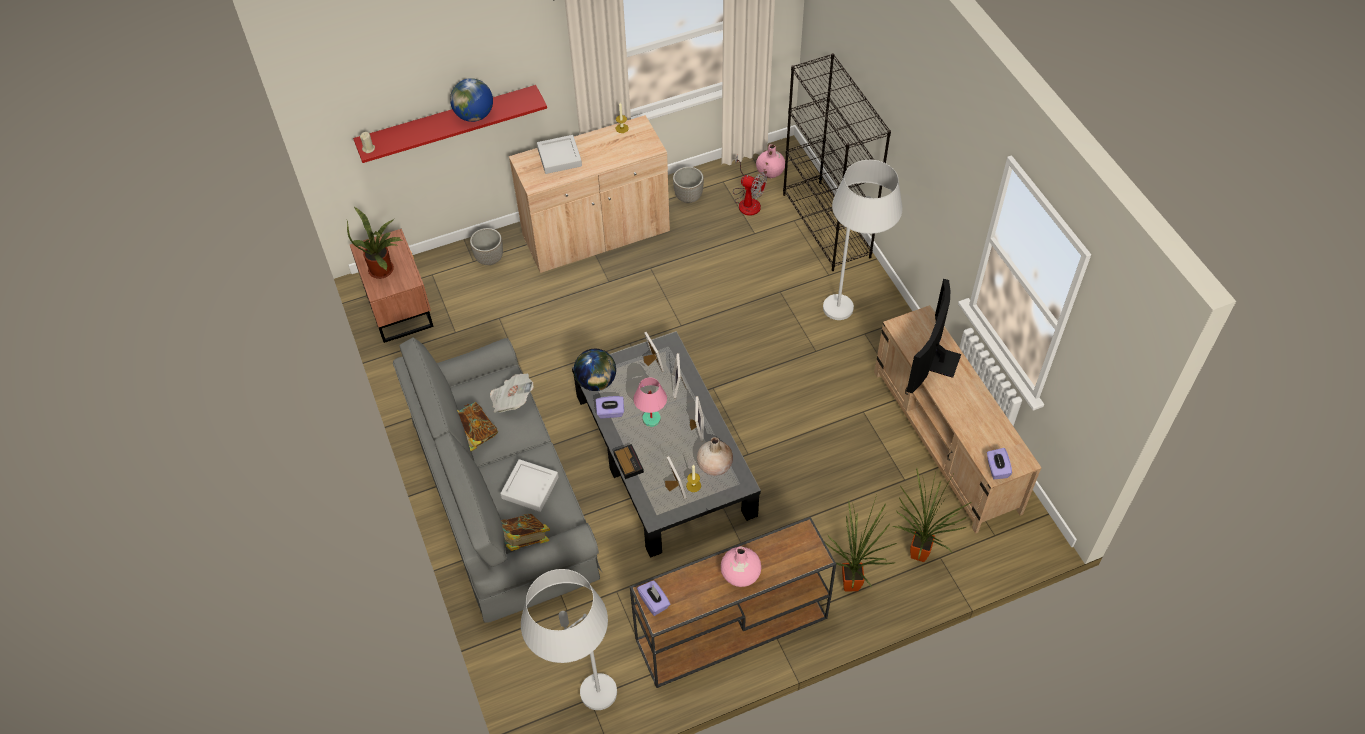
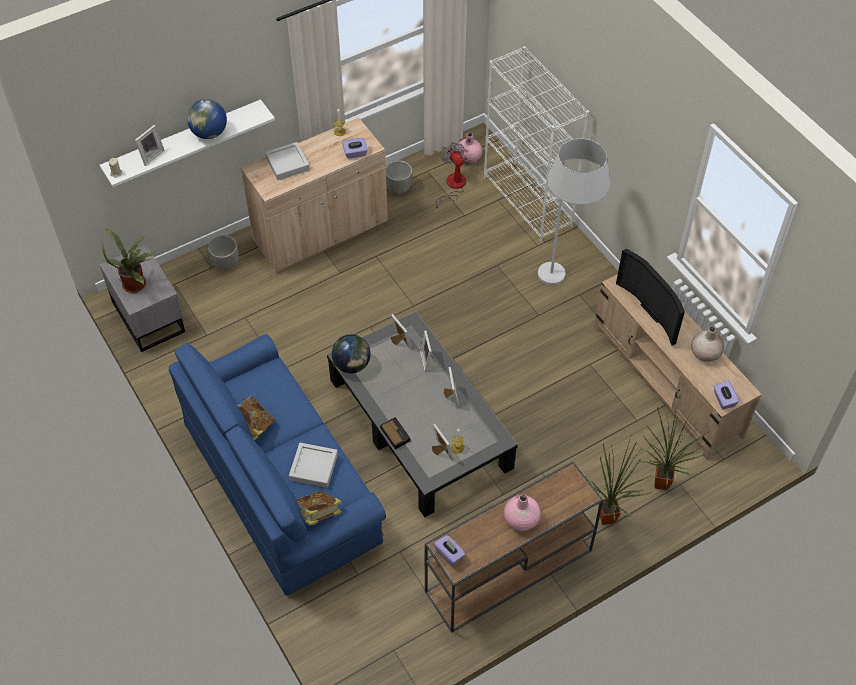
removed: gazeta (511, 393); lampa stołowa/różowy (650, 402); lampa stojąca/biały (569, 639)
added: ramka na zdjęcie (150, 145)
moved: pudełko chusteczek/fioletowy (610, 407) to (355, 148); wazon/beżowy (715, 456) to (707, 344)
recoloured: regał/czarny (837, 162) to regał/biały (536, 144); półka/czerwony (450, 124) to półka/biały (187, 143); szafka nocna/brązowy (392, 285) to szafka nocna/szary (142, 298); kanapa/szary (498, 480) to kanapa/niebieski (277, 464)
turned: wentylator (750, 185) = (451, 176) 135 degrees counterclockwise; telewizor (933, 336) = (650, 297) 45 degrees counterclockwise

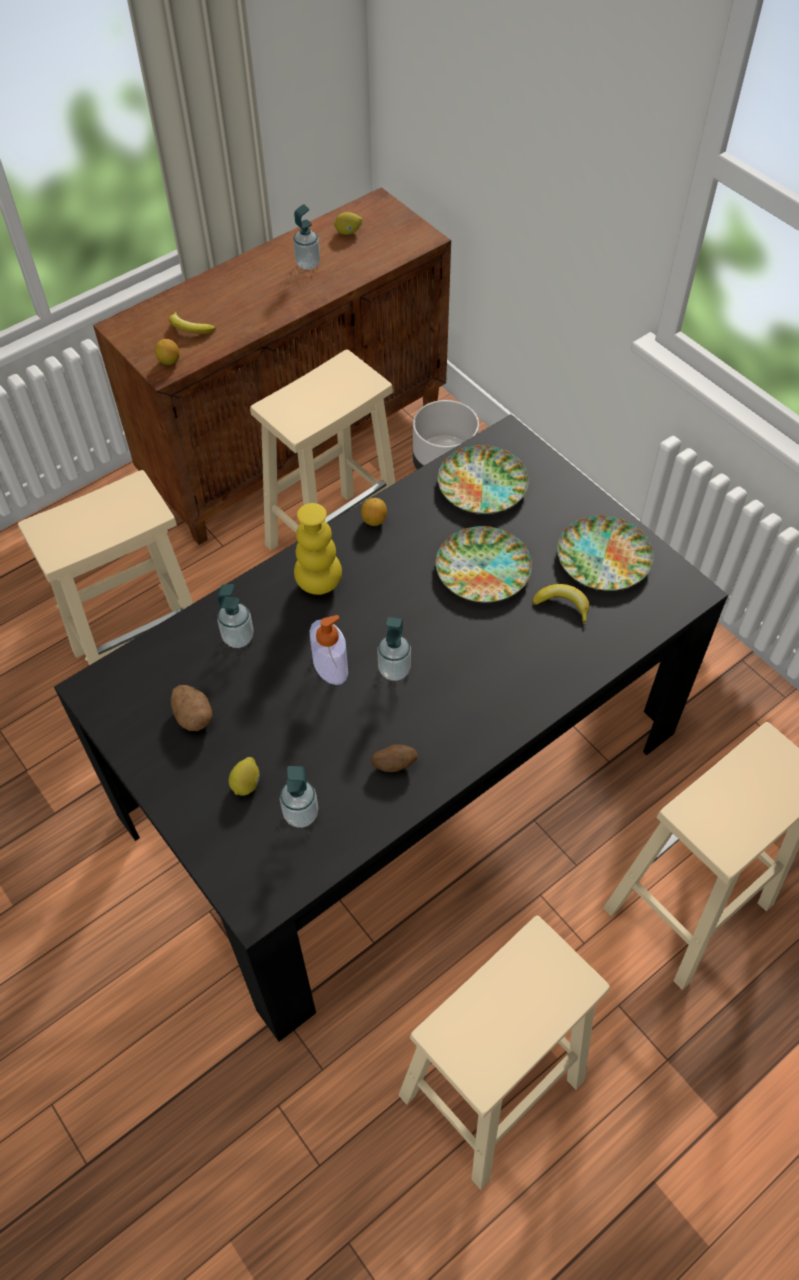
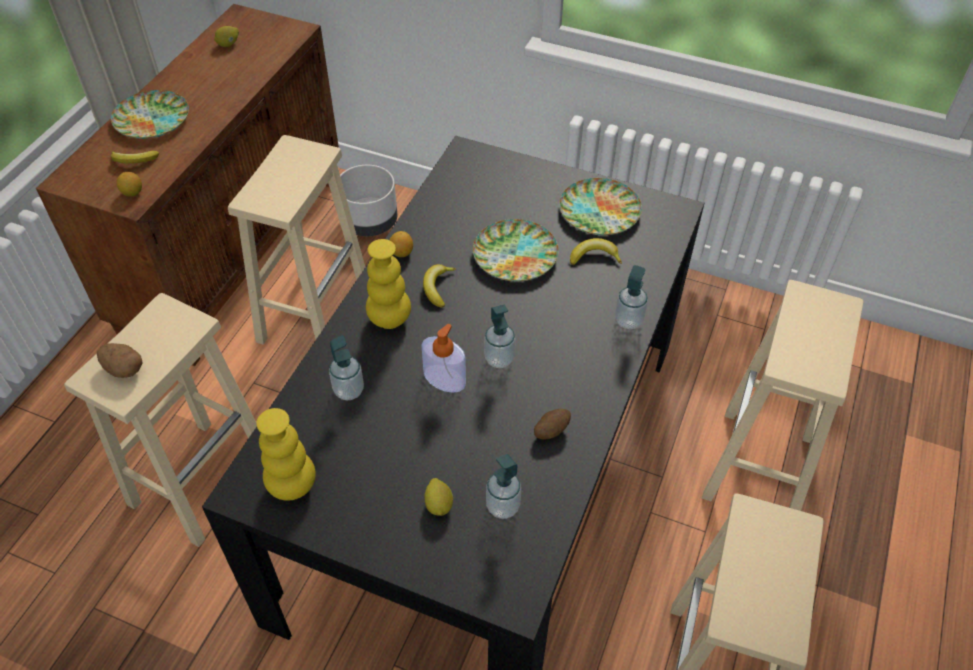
added: banan (439, 286); wazon/żółty (286, 454)
moved: dozownik mydła (306, 237) to (631, 297); talerz (483, 479) to (150, 114); ziemniak (191, 708) to (120, 360)

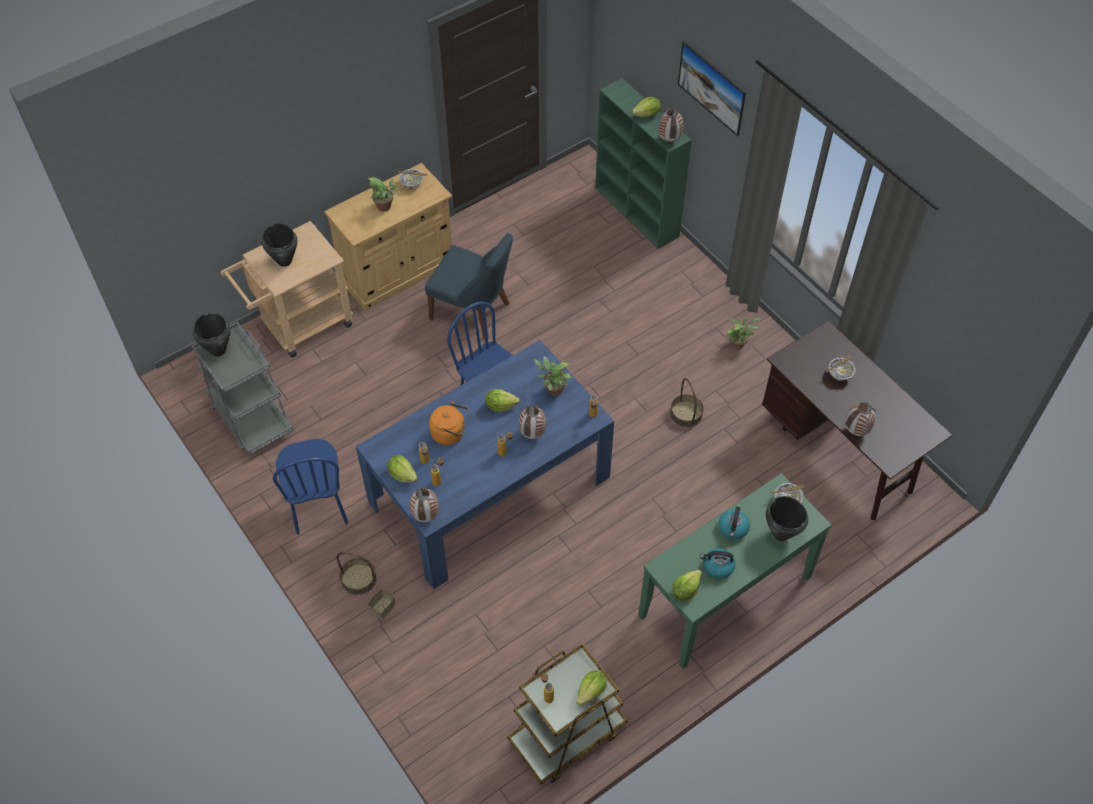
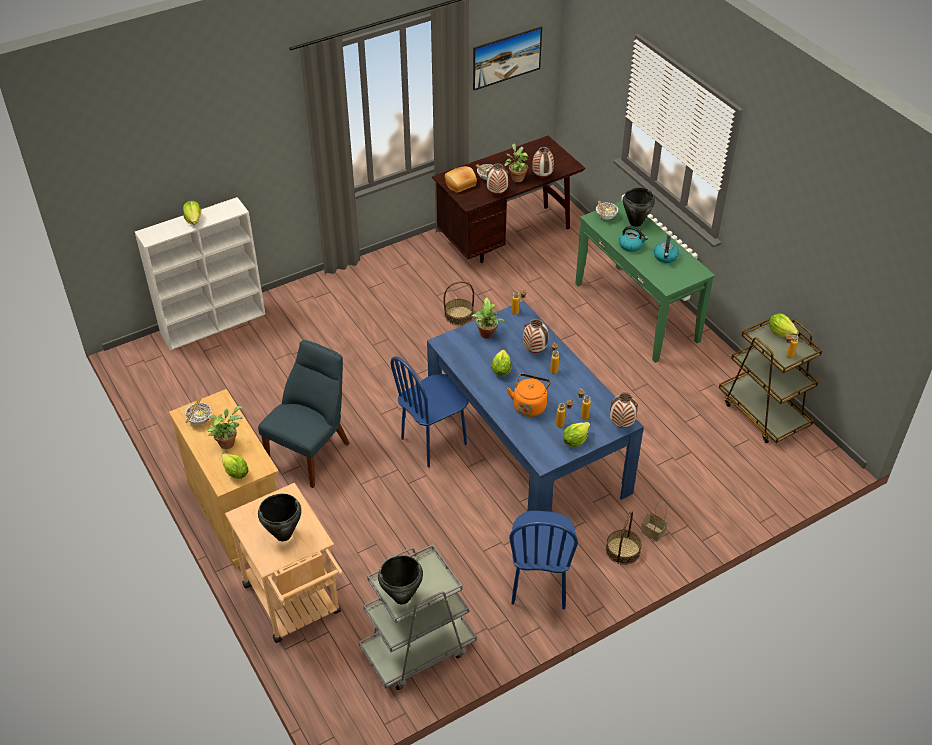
added: chleb (460, 179)
moved: obraz (712, 88) to (507, 58); wazon (670, 125) to (498, 179); roślina doniczkowa (743, 333) to (516, 163); sałata (687, 585) to (235, 466)
recoloured: regał/zielony (643, 163) to regał/biały (200, 273)
turned: krzesło/niebieski (310, 487) = (543, 560) 105 degrees clockwise

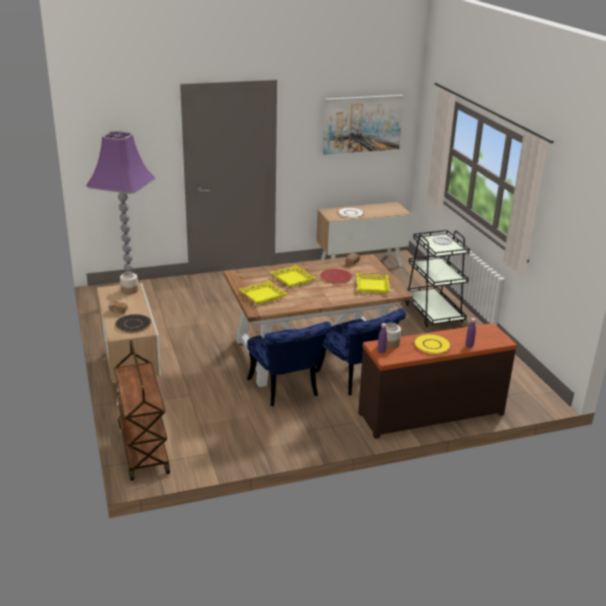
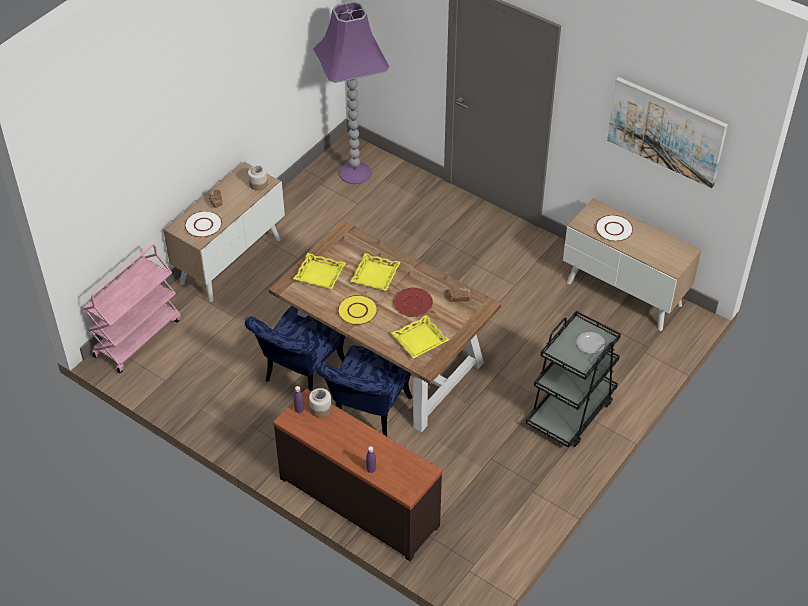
moved: talerz/żółty (432, 344) to (358, 310)
recoloured: talerz/czarny (133, 323) to talerz/biały (203, 224); wózek/brązowy (142, 410) to wózek/różowy (132, 308)

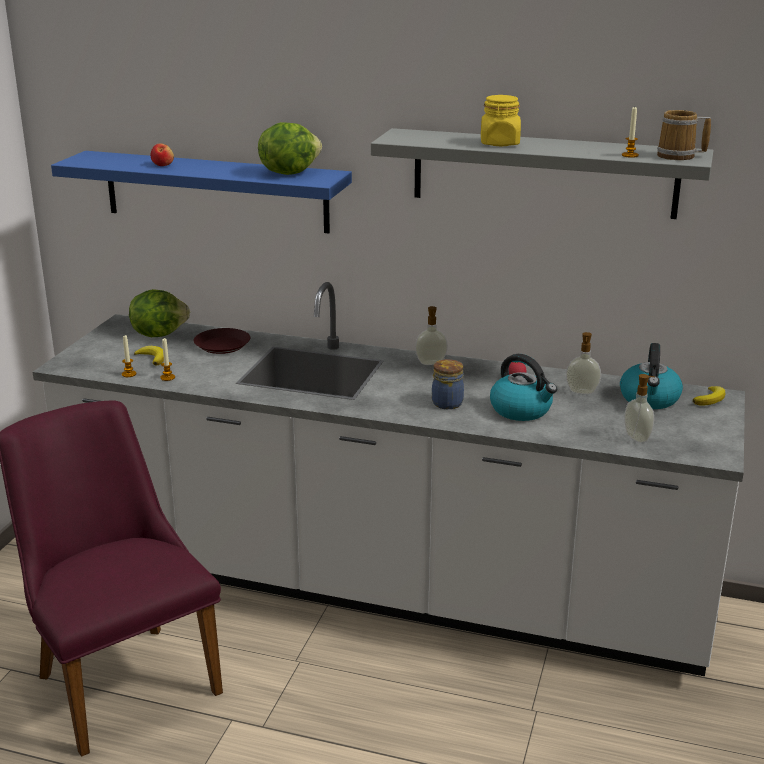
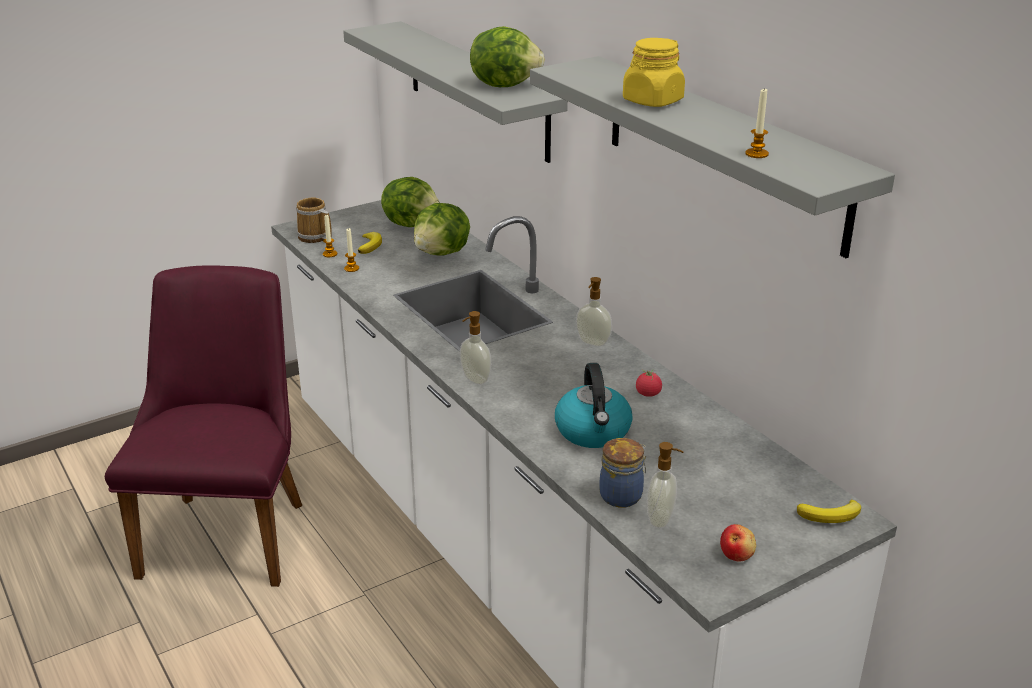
removed: czajnik (651, 376)
moved: kubek (684, 135) to (314, 220); jabłko (162, 154) to (738, 543); dozownik mydła (583, 363) to (475, 348); słoik (448, 384) to (623, 473)
replaced: talerz/brązowy (222, 341) to sałata (442, 229)
recoloured: półka/niebieski (201, 192) to półka/szary (455, 92)

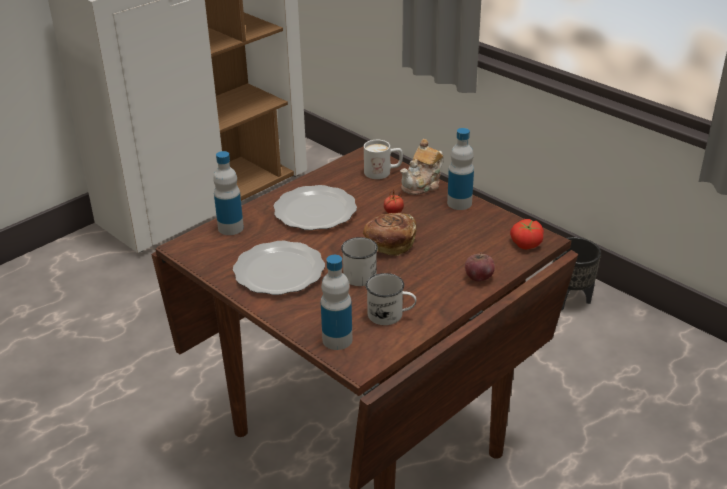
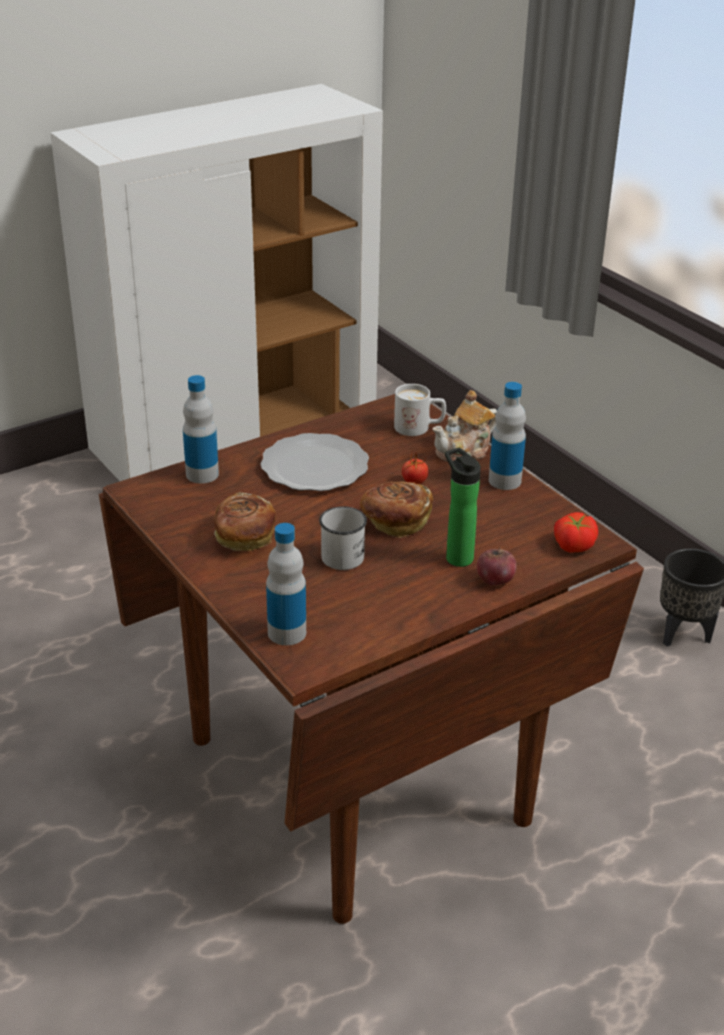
removed: kubek/biały (391, 299)
added: butelka (463, 507)
replaced: talerz (279, 268) to chleb (244, 521)

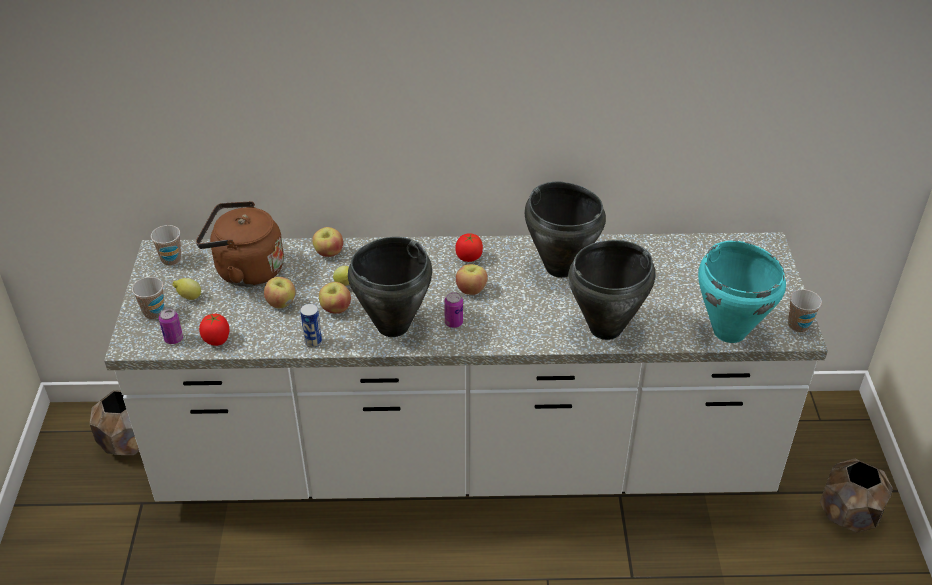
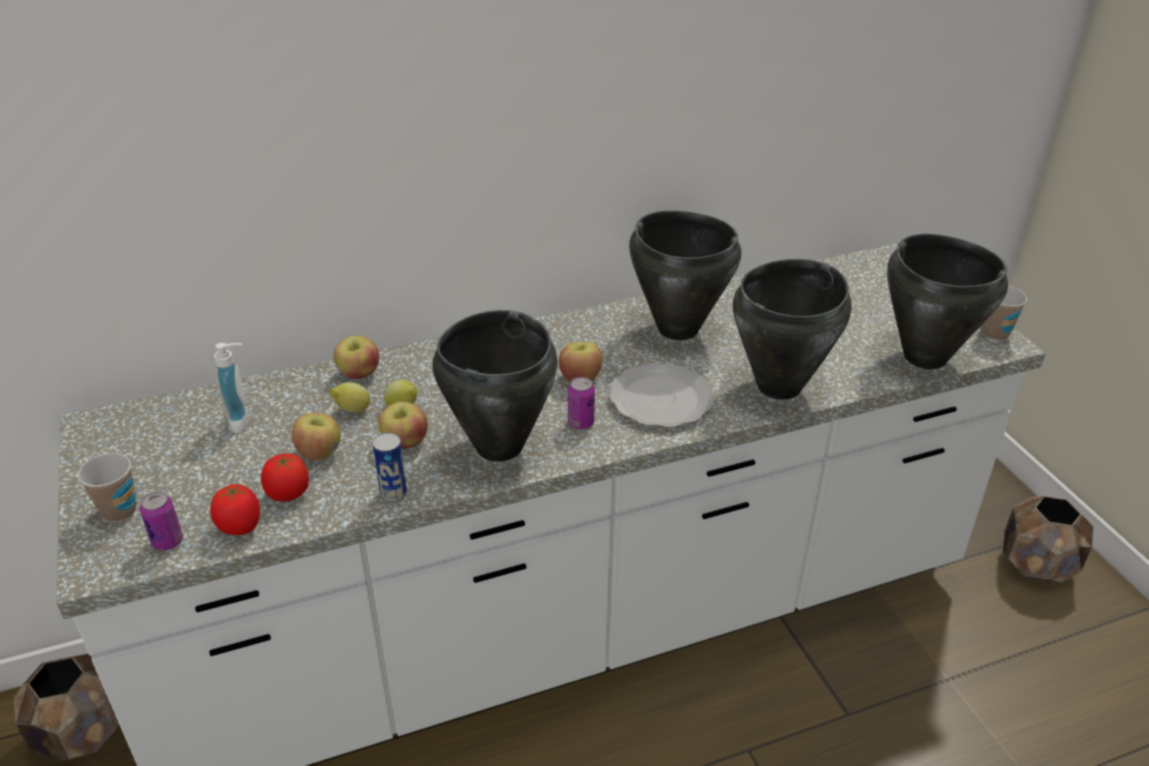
removed: filiżanka (166, 245)
added: talerz (661, 395)
moved: pomidor (469, 247) to (285, 478); cytryna (187, 289) to (350, 397)
replaced: czajnik/brązowy (240, 244) to dozownik mydła (231, 388)
recoloured: garnek/turkusowy (742, 292) to garnek/czarny (947, 301)

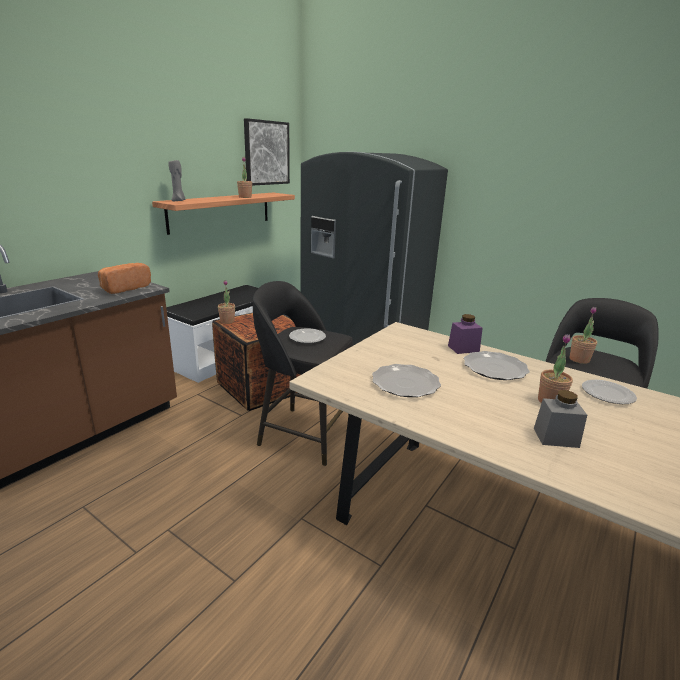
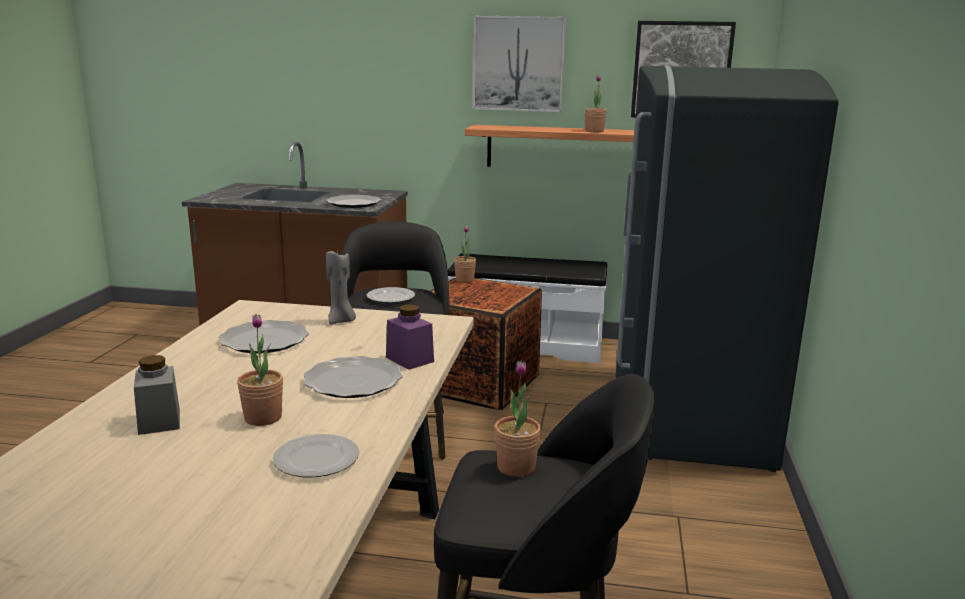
added: obraz (519, 64)
moved: świeca/szary (177, 180) to (341, 287)
replaced: chleb (124, 278) to talerz (353, 201)

